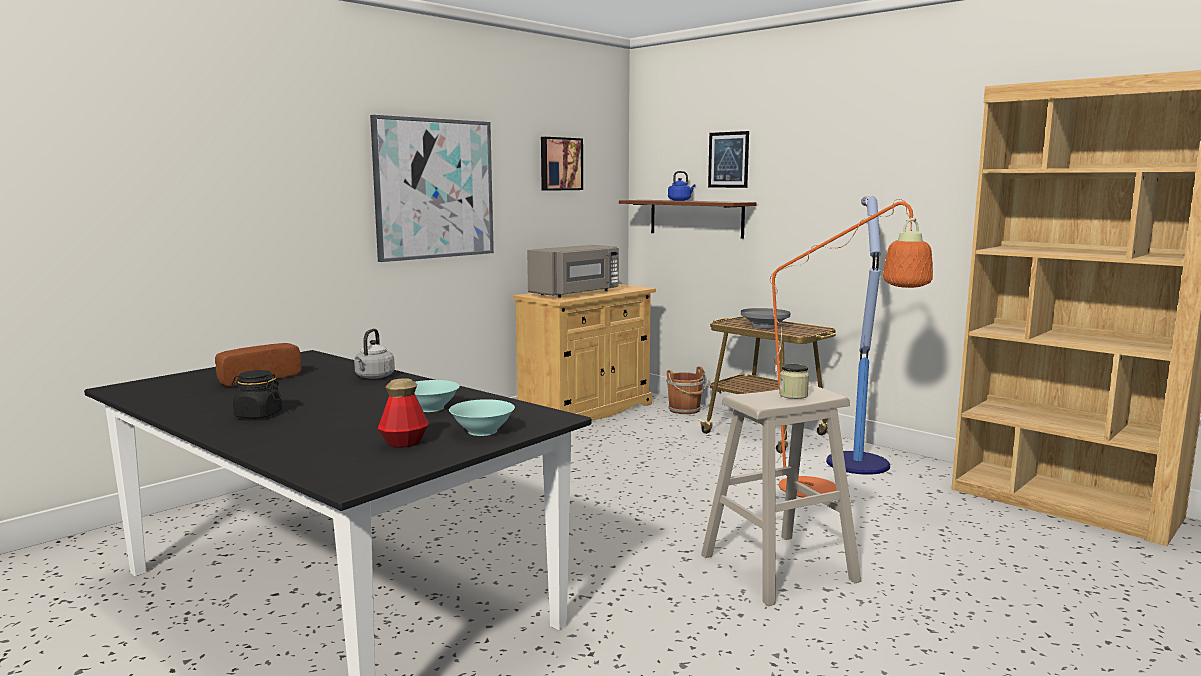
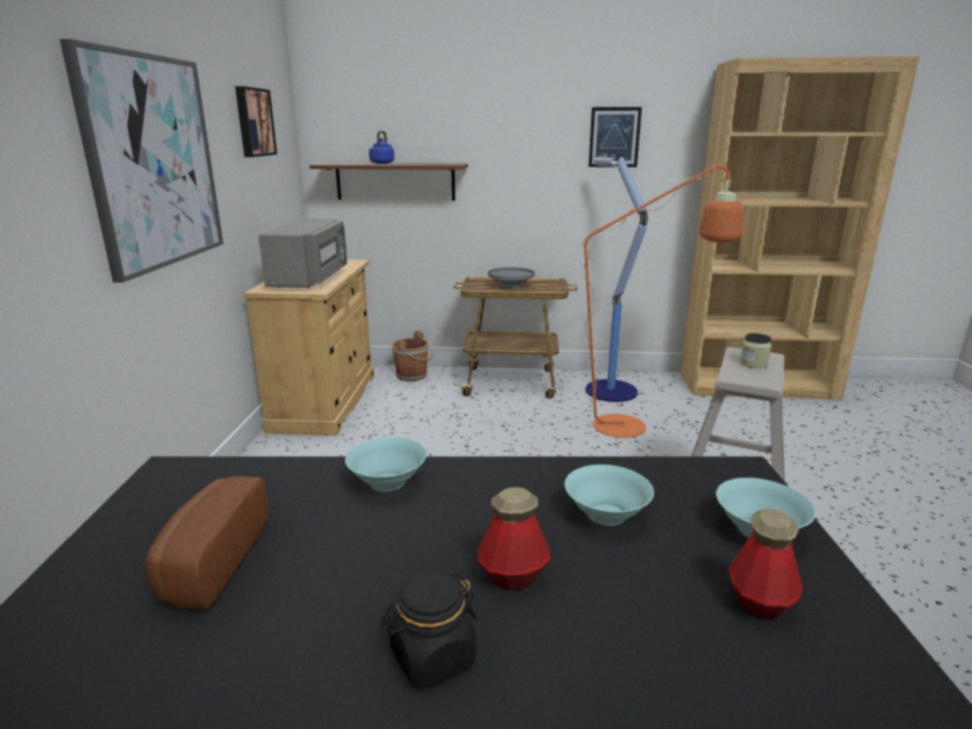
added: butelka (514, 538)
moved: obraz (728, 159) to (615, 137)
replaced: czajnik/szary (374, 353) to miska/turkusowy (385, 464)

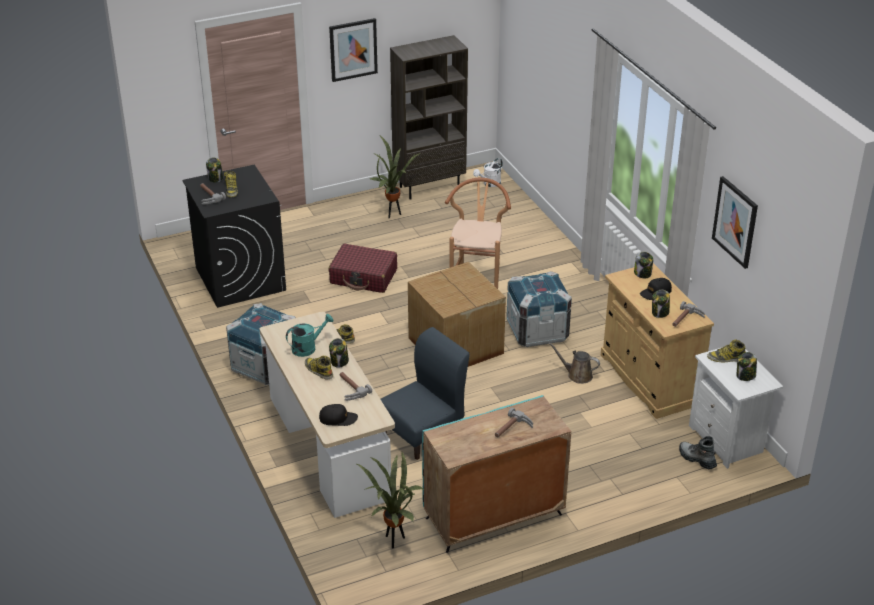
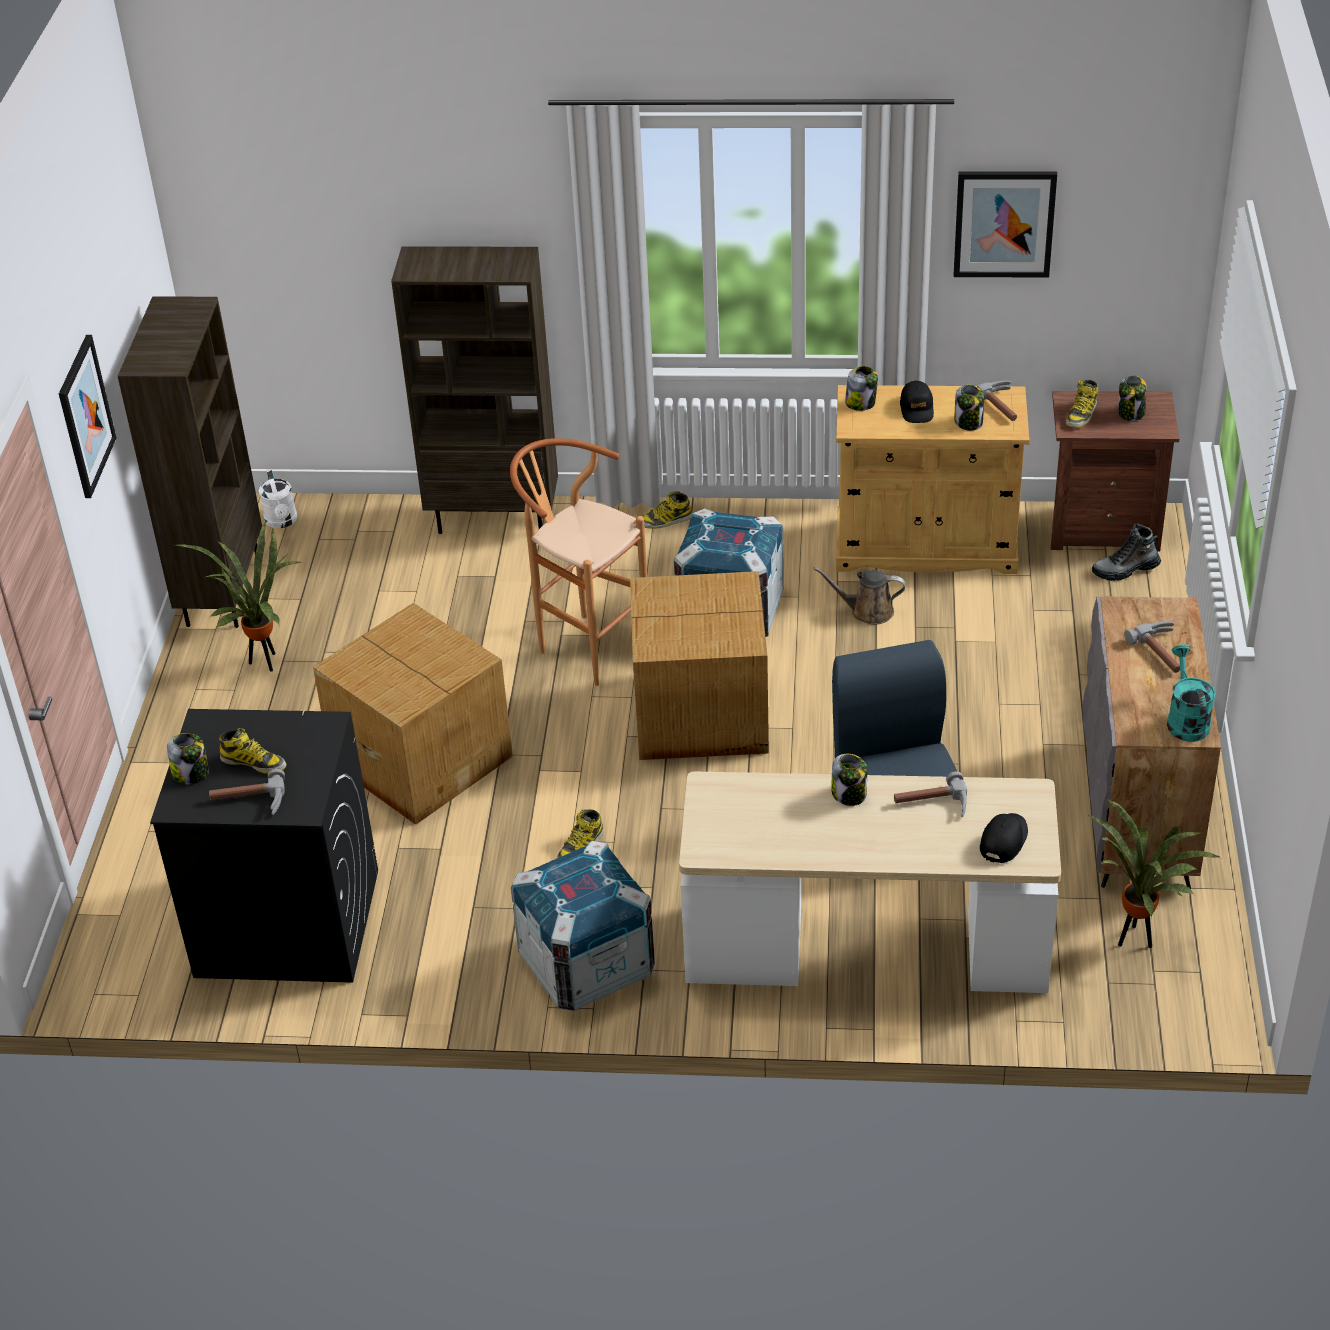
added: regał/brązowy (474, 390)
moved: konewka/turkusowy (310, 335) to (1191, 693); but z cholewką (319, 368) to (667, 510)
replaced: walizka/czerwony (363, 268) to karton (413, 714)
recoloured: szafka nocna/biały (736, 408) to szafka nocna/brązowy (1115, 471); szafka/turkusowy (496, 474) to szafka/szary (1151, 742)
turned: konewka/brązowy (574, 363) = (859, 596) 45 degrees clockwise

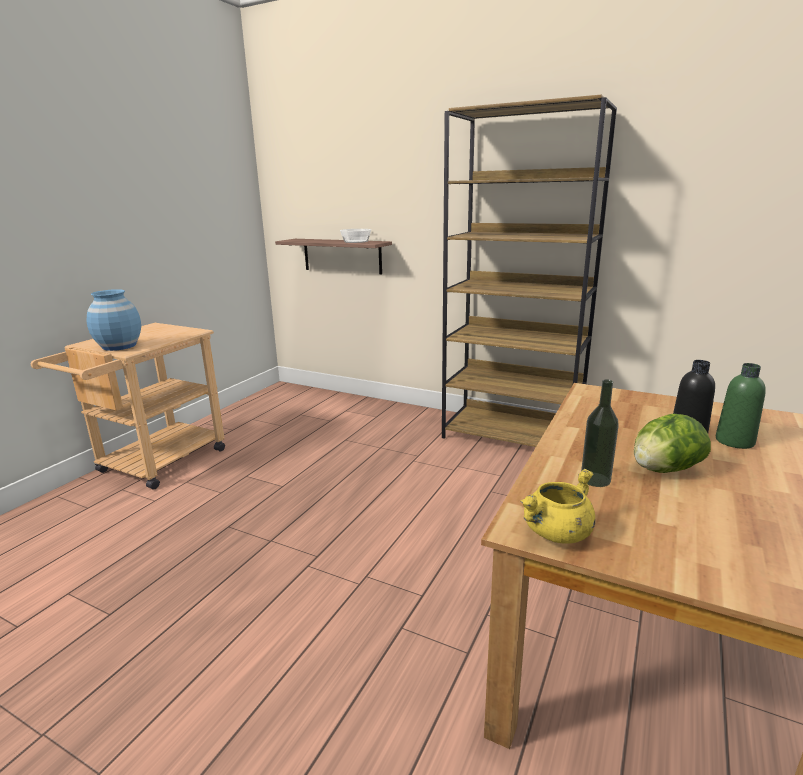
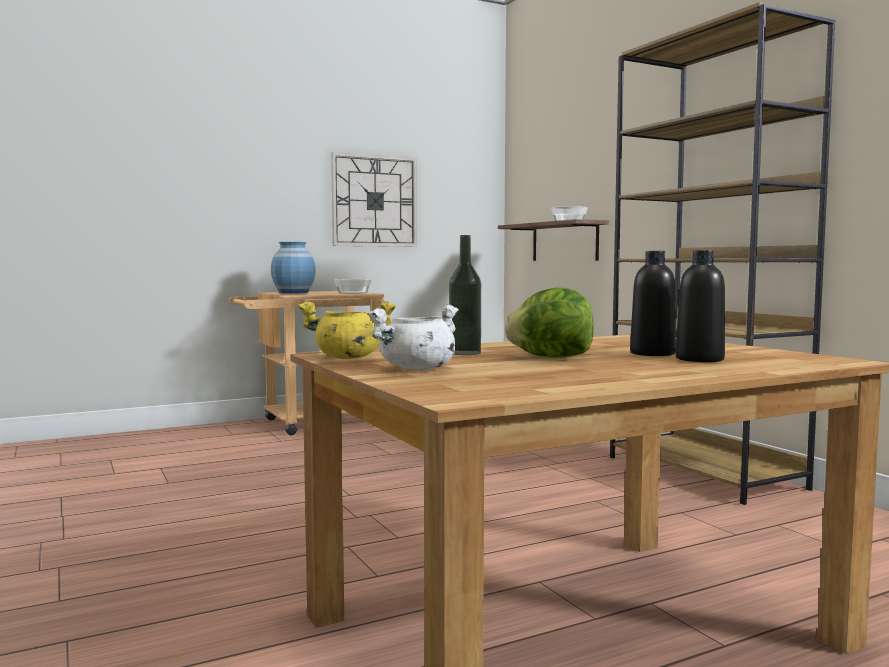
added: zegar ścienny (374, 199); miska (352, 286); garnek/biały (413, 337)
recoloured: butelka/zielony (741, 406) to butelka/czarny (700, 306)

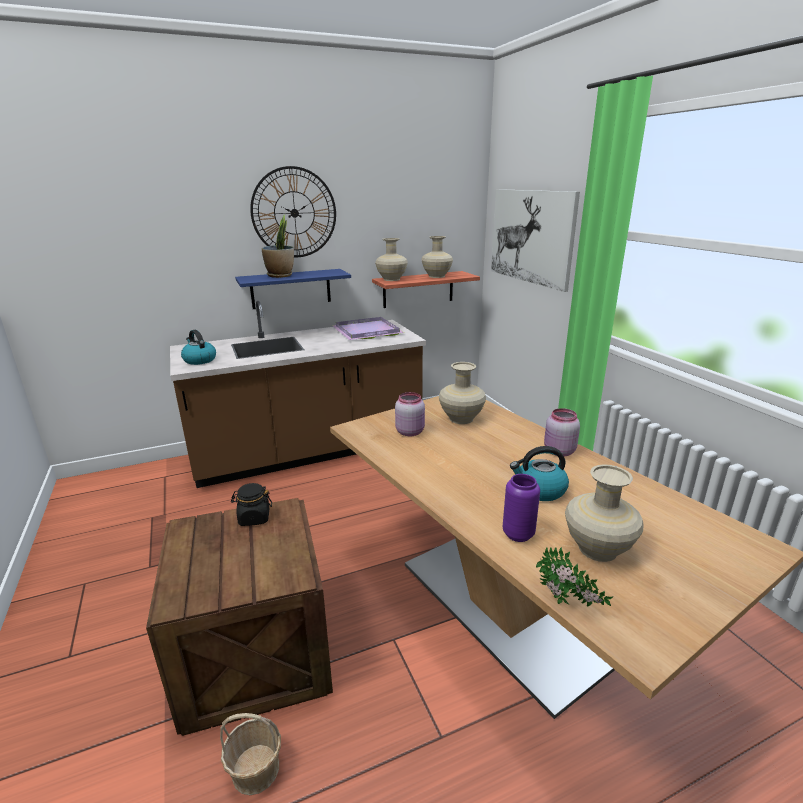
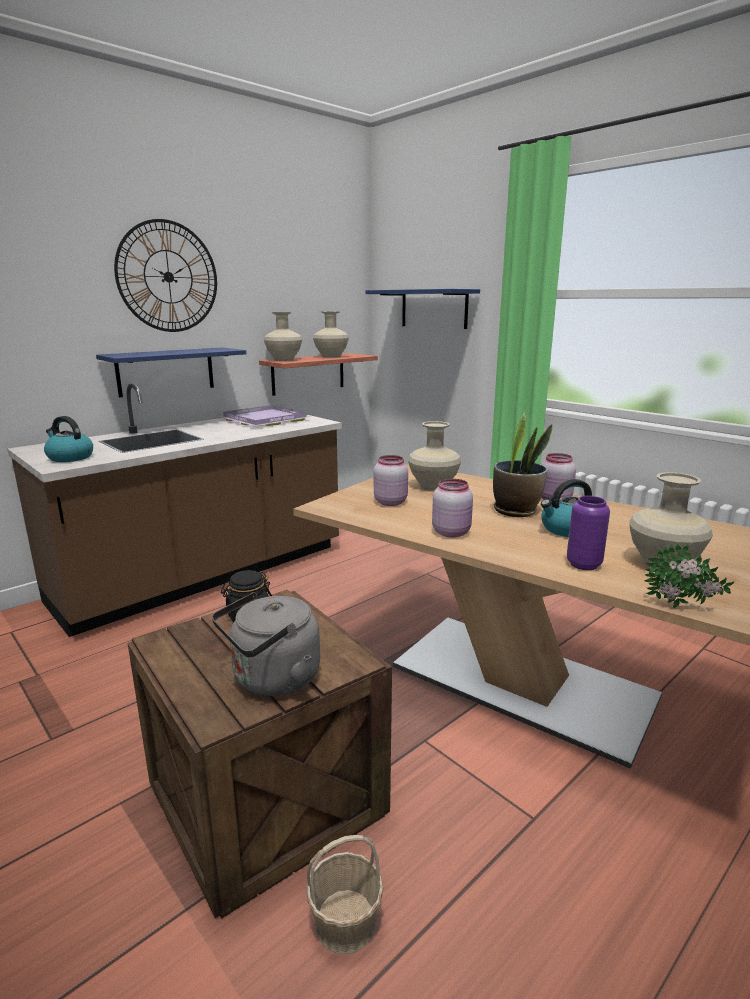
added: słoik/różowy (452, 508); czajnik/szary (266, 644)
moved: roślina doniczkowa (278, 246) to (523, 464)
replaced: obraz (535, 240) to półka/niebieski (423, 309)

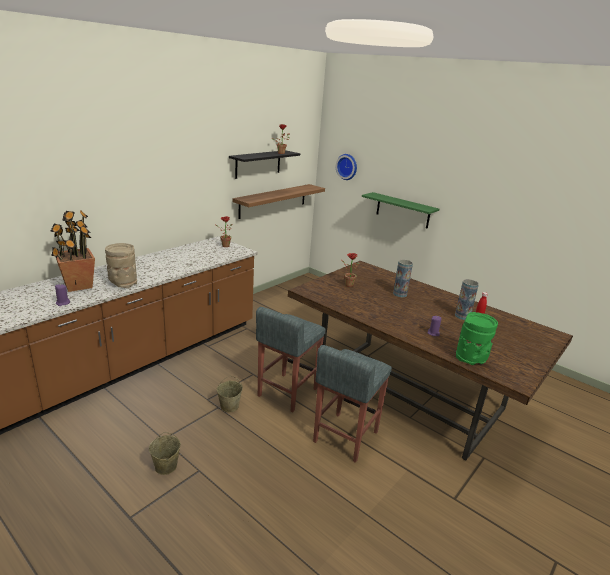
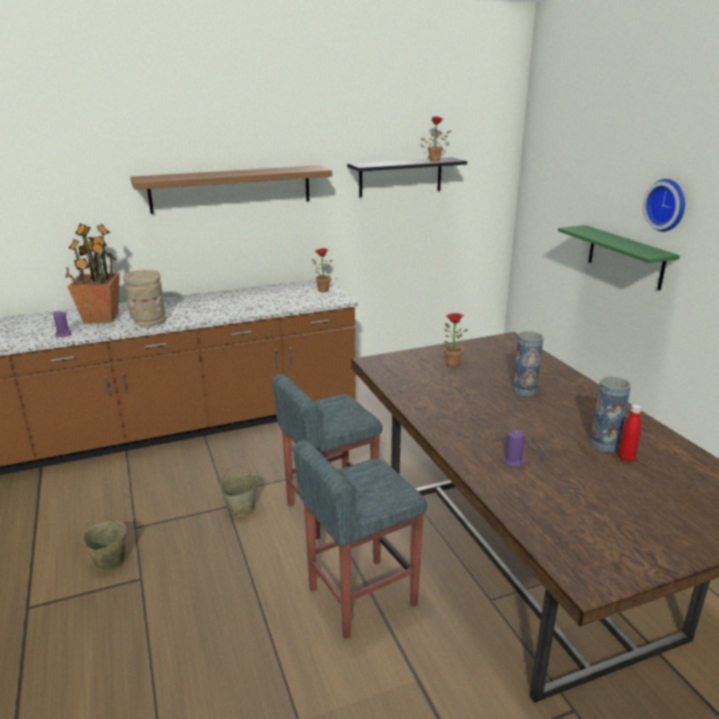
removed: wazon/zielony (477, 338)
moved: zegar ścienny (346, 167) to (664, 205); półka (278, 201) to (231, 189)

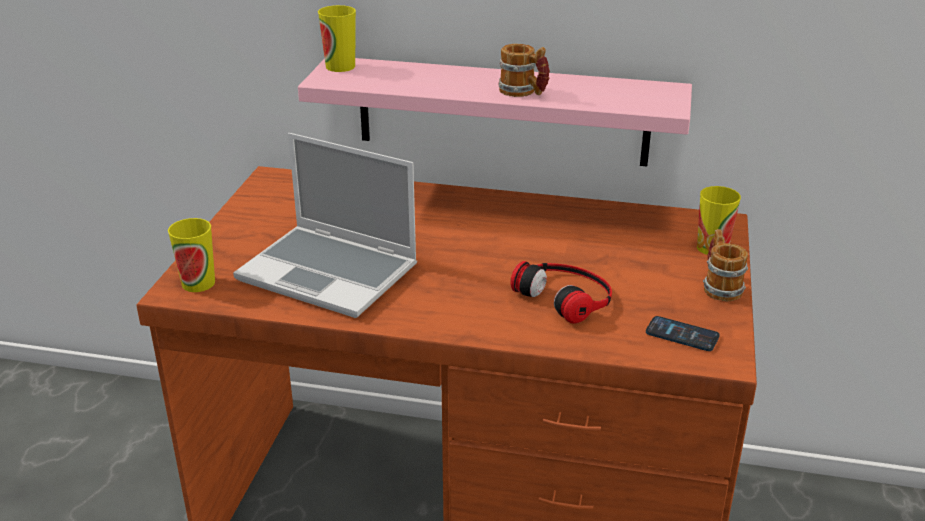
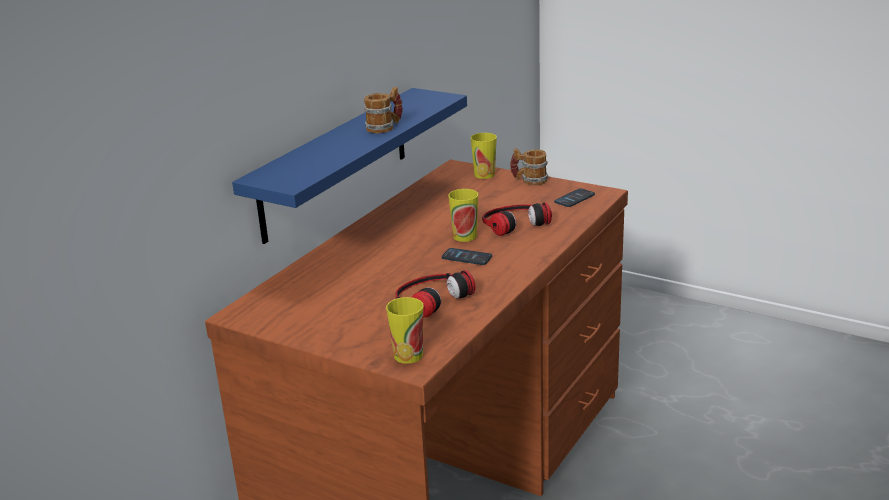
added: telefon (467, 256)
moved: filiżanka (337, 38) to (463, 215)
replaced: laptop (325, 225) to słuchawki (435, 293)
recoloured: półka/różowy (495, 112) to półka/niebieski (349, 166)

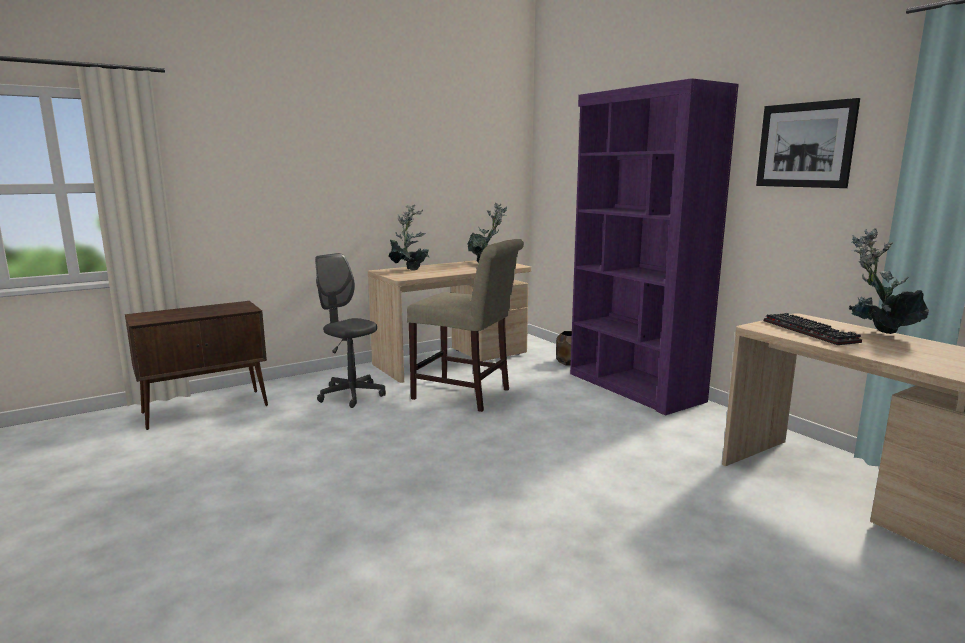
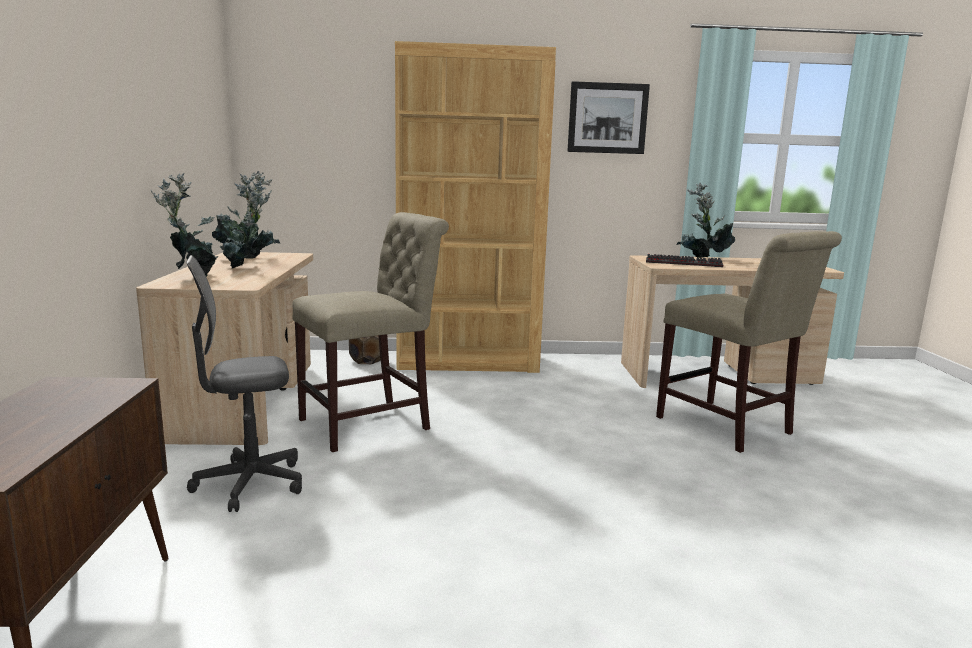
added: roślina doniczkowa (244, 221); krzesło/beżowy (749, 342)
recoloured: regał/fioletowy (654, 246) to regał/brązowy (475, 207)

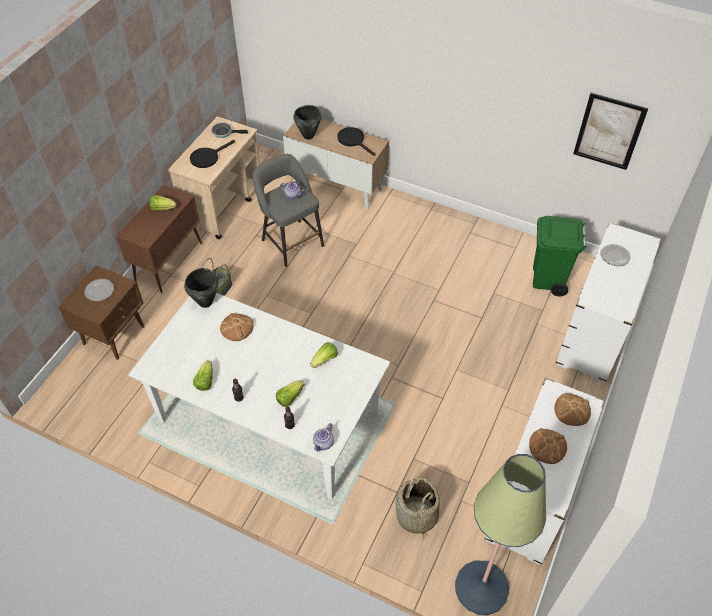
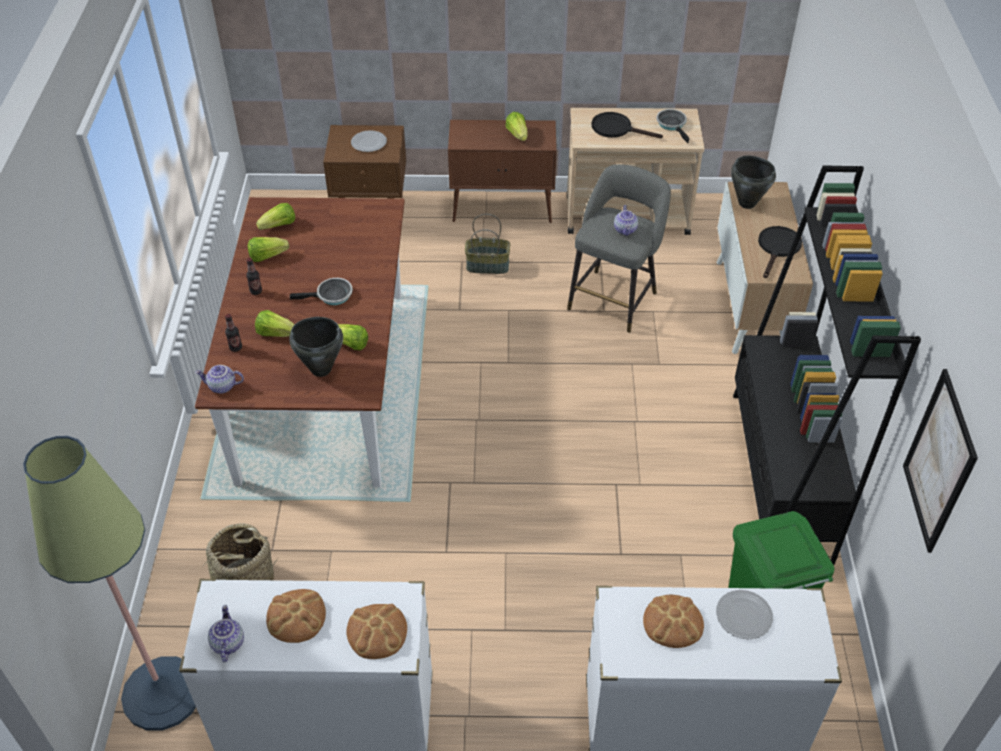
added: regał/czarny (827, 365); sałata (275, 216); patelnia (321, 291); imbryk (226, 633)
moved: garnek/czarny (201, 288) to (316, 347); chleb (237, 327) to (673, 621)
recoloured: stół jadalny/biały (259, 396) to stół jadalny/brązowy (300, 342)

